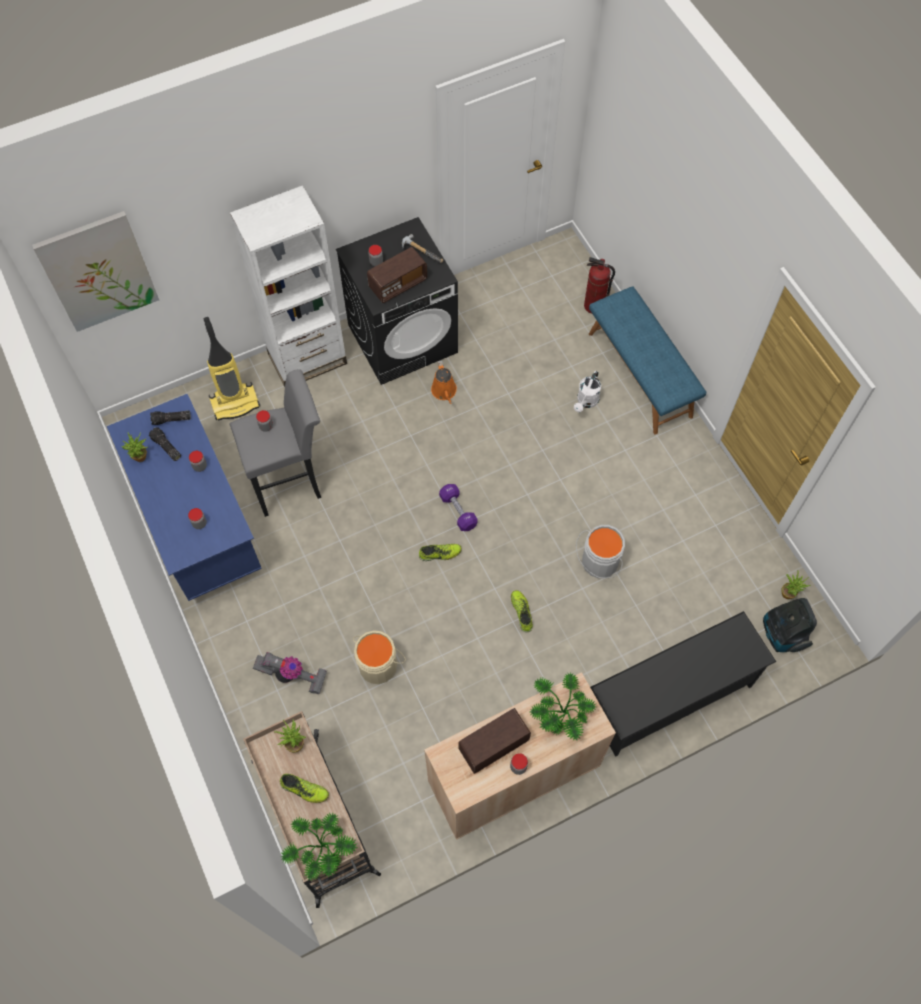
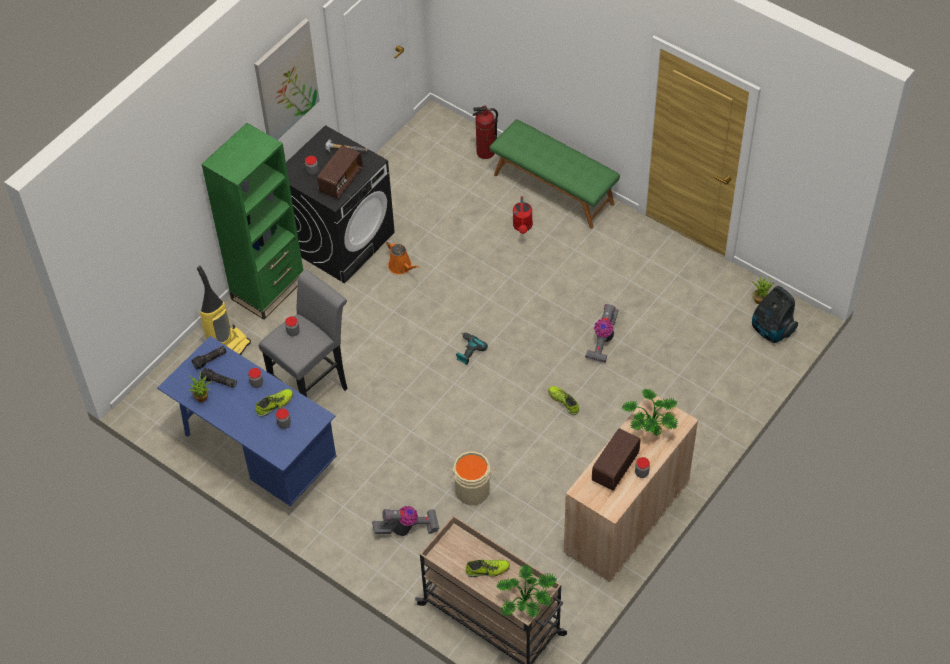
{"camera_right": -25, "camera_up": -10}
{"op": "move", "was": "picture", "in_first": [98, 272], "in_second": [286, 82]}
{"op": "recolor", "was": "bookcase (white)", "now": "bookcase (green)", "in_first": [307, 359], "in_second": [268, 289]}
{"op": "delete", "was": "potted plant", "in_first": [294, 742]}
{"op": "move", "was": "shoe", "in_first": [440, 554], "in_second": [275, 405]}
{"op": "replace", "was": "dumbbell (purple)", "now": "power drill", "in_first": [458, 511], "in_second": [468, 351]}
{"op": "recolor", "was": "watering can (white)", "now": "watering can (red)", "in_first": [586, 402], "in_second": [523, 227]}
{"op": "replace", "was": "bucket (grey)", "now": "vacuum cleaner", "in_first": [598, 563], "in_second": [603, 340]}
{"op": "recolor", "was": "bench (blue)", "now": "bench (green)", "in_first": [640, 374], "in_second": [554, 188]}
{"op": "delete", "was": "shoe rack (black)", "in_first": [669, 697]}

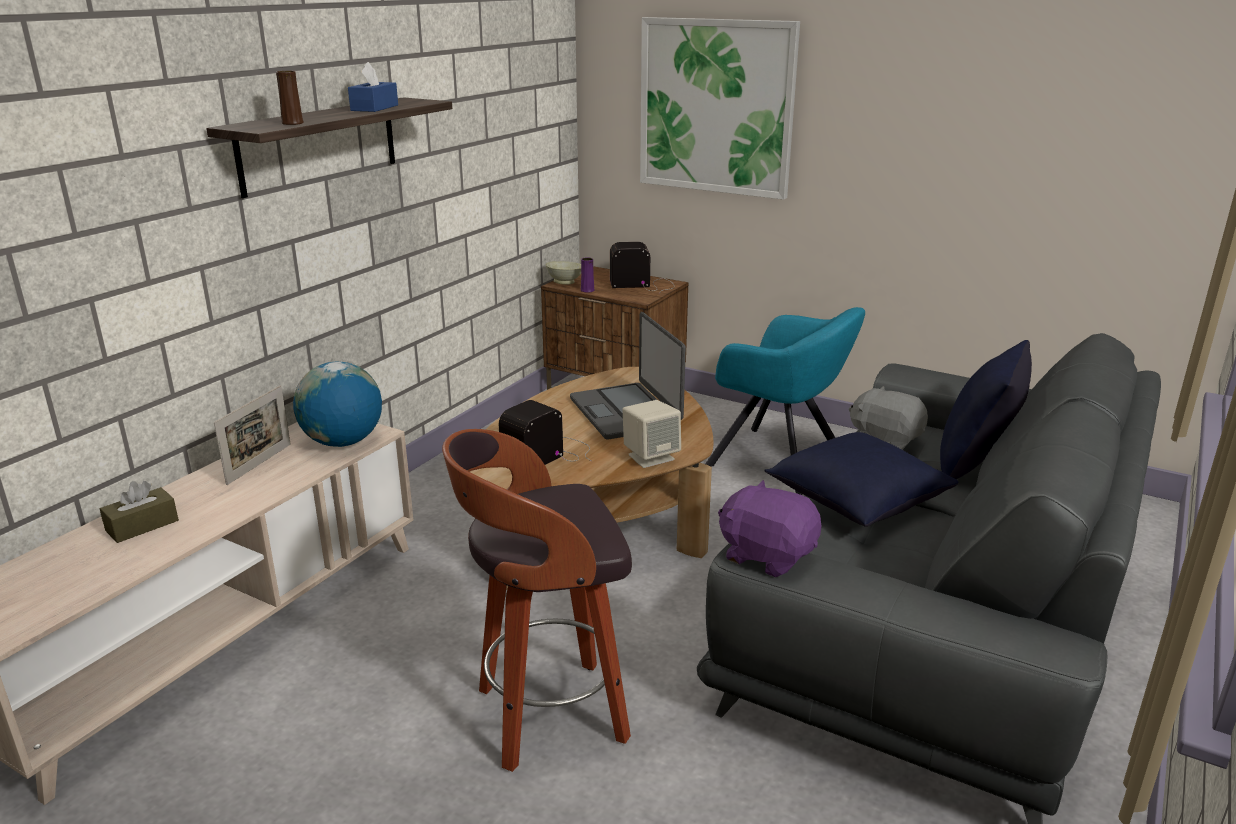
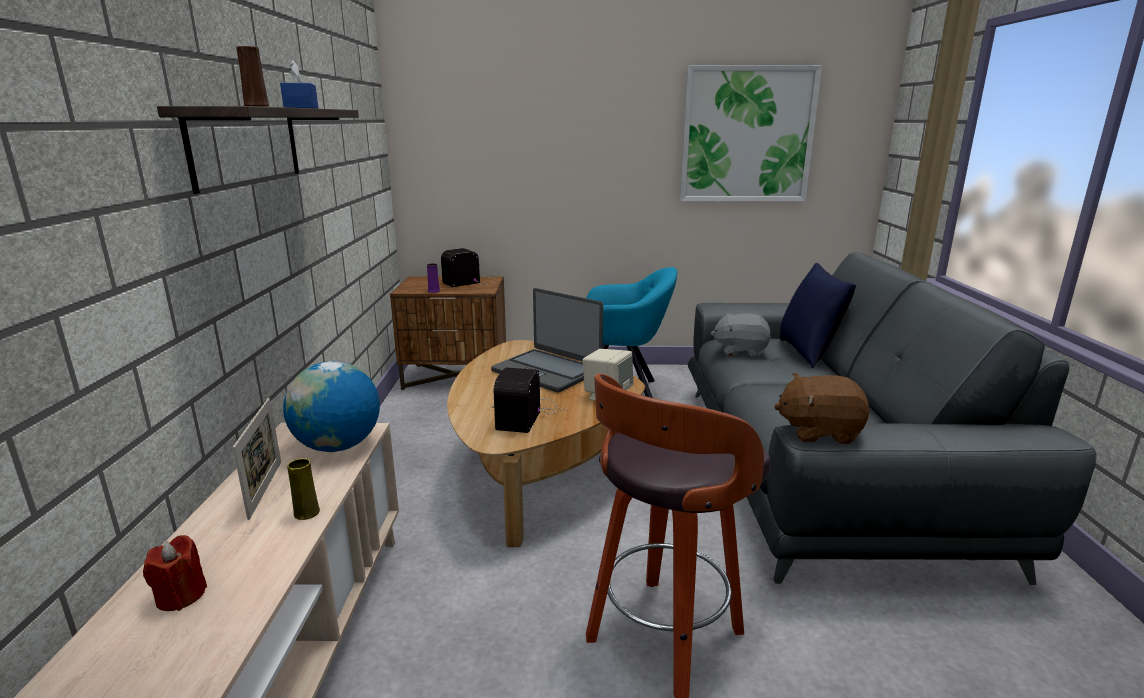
{"camera_right": -30, "camera_up": -5}
{"op": "replace", "was": "tissue box (brown)", "now": "candle (red)", "in_first": [142, 525], "in_second": [181, 596]}
{"op": "delete", "was": "bowl (beige)", "in_first": [565, 282]}
{"op": "move", "was": "picture", "in_first": [716, 107], "in_second": [747, 135]}
{"op": "recolor", "was": "plush toy (purple)", "now": "plush toy (brown)", "in_first": [767, 555], "in_second": [818, 431]}
{"op": "delete", "was": "pillow (blue)", "in_first": [856, 501]}
{"op": "insert", "now": "vase (yellow)", "in_second": [307, 513]}

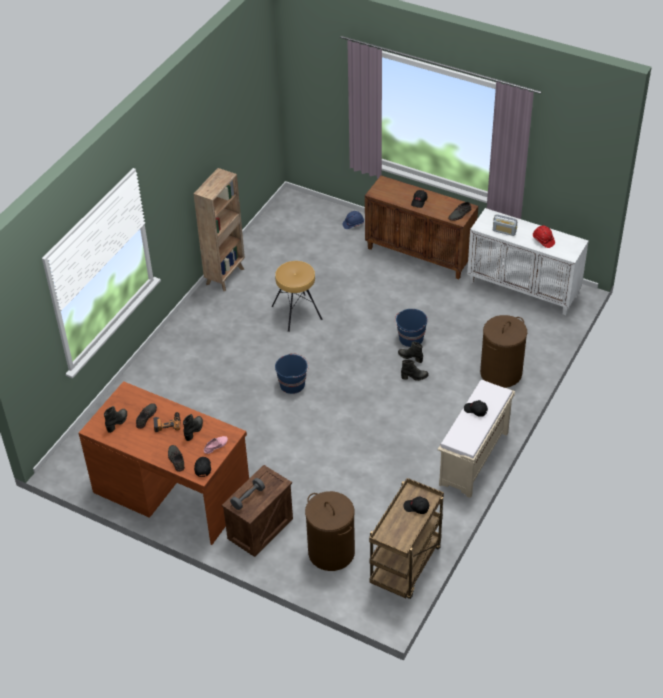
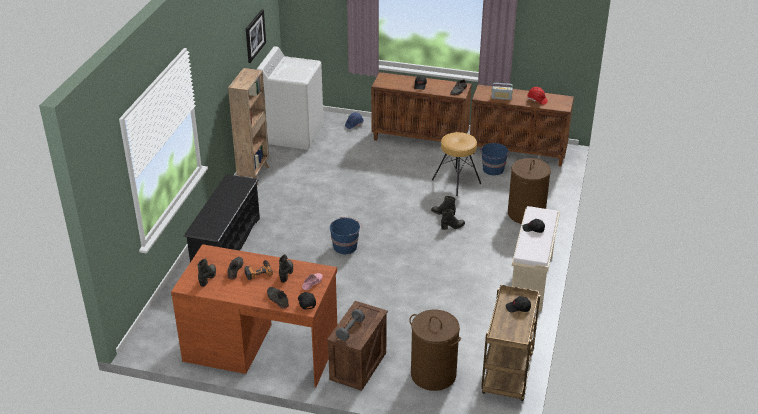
{"camera_right": -15, "camera_up": -10}
{"op": "move", "was": "stool (brown)", "in_first": [297, 312], "in_second": [456, 181]}
{"op": "move", "was": "bucket (blue)", "in_first": [411, 338], "in_second": [493, 170]}
{"op": "recolor", "was": "cabinet (white)", "now": "cabinet (brown)", "in_first": [524, 289], "in_second": [518, 152]}
{"op": "insert", "now": "shoe rack (black)", "in_second": [226, 245]}
{"op": "insert", "now": "picture", "in_second": [254, 35]}
{"op": "insert", "now": "washing machine (white)", "in_second": [293, 134]}

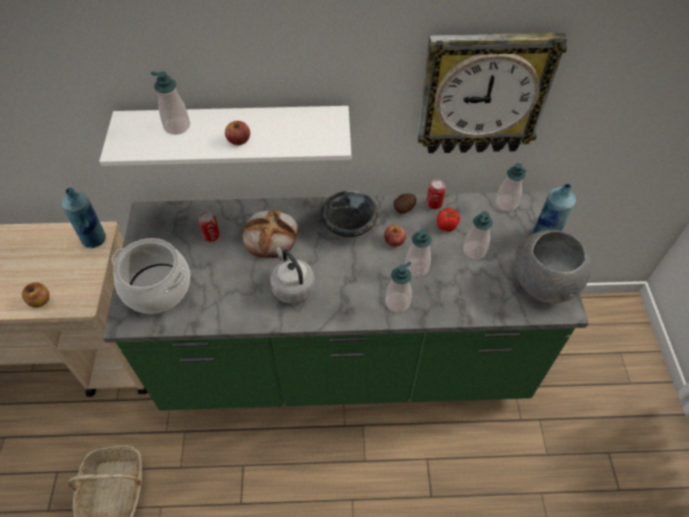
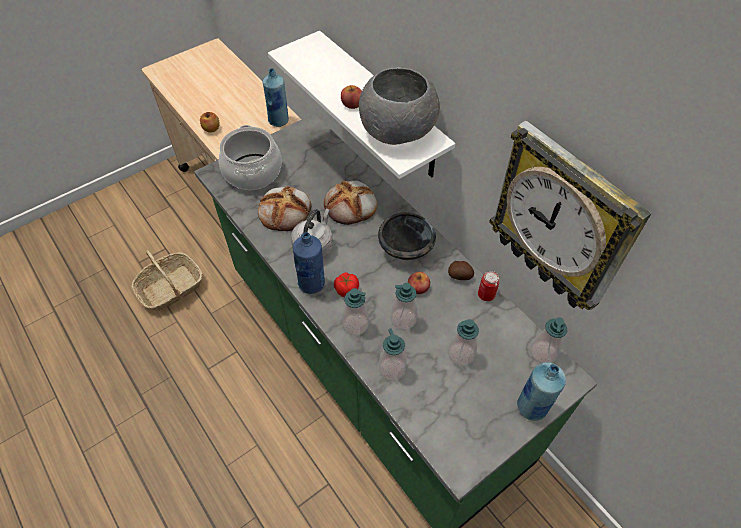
{"camera_right": 55, "camera_up": 0}
{"op": "move", "was": "soap dispenser", "in_first": [177, 126], "in_second": [392, 369]}
{"op": "delete", "was": "can", "in_first": [212, 236]}
{"op": "move", "was": "tomato", "in_first": [446, 225], "in_second": [346, 290]}
{"op": "move", "was": "bowl (grey)", "in_first": [544, 281], "in_second": [398, 130]}
{"op": "insert", "now": "bread", "in_second": [285, 211]}
{"op": "insert", "now": "bottle (blue)", "in_second": [312, 284]}

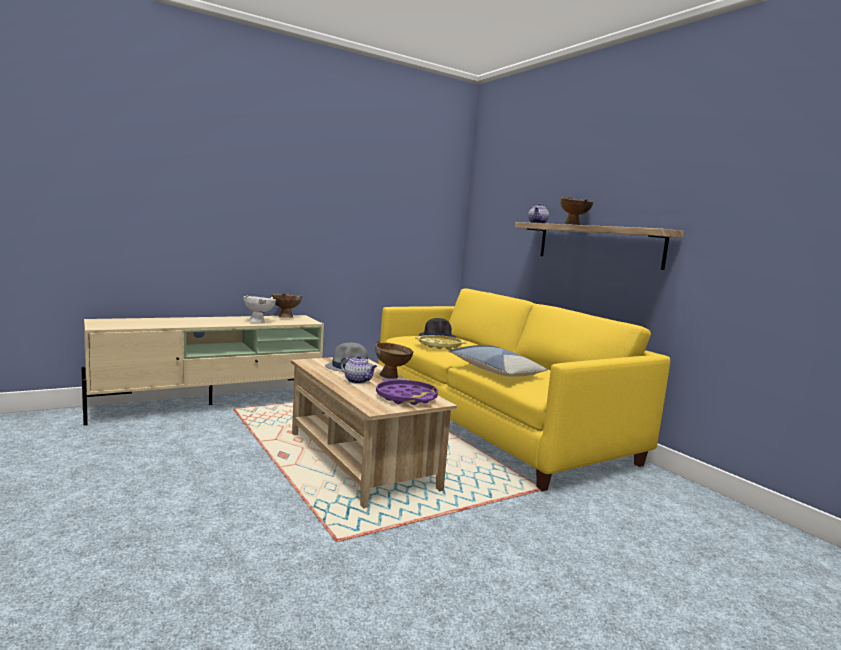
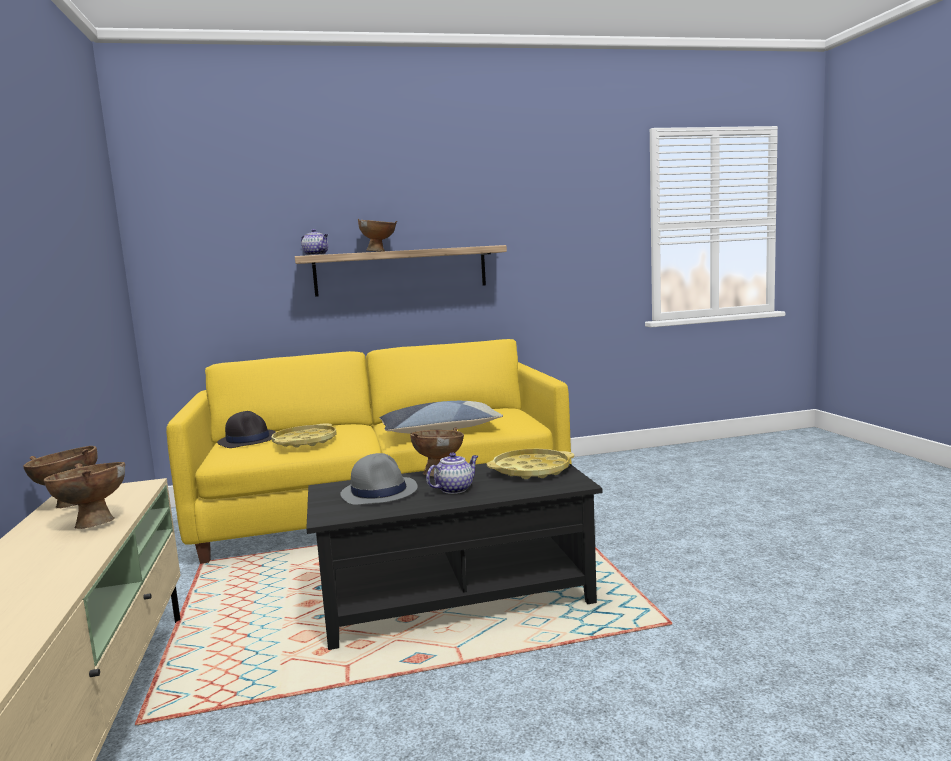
{"camera_right": -70, "camera_up": 0}
{"op": "recolor", "was": "bowl (white)", "now": "bowl (brown)", "in_first": [259, 321], "in_second": [93, 522]}
{"op": "recolor", "was": "coffee table (beige)", "now": "coffee table (black)", "in_first": [361, 460], "in_second": [456, 598]}
{"op": "recolor", "was": "tray (purple)", "now": "tray (yellow)", "in_first": [406, 397], "in_second": [531, 470]}

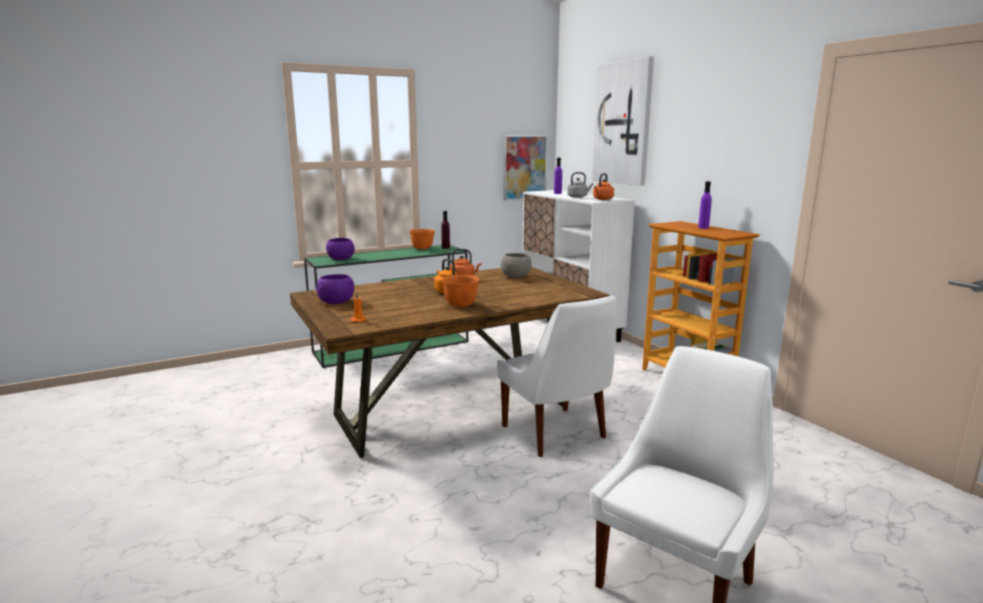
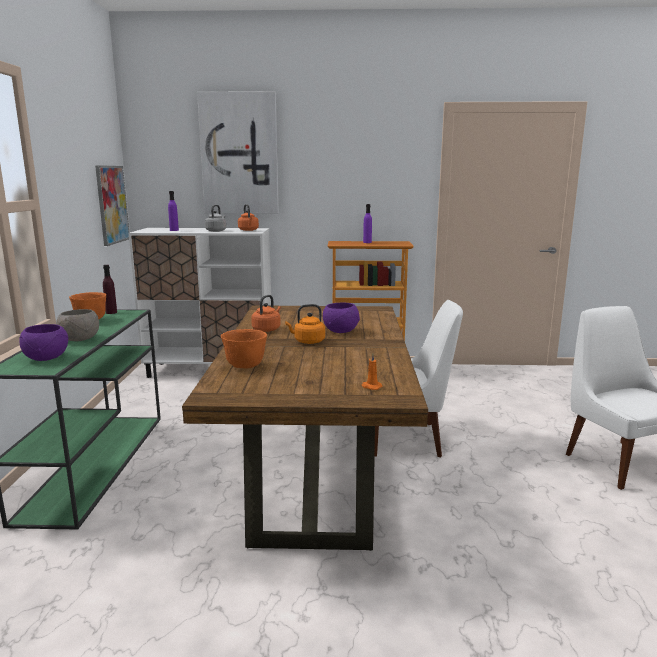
{"camera_right": -60, "camera_up": 0}
{"op": "move", "was": "bowl (purple)", "in_first": [337, 302], "in_second": [341, 331]}
{"op": "move", "was": "bowl (orange)", "in_first": [460, 305], "in_second": [244, 366]}
{"op": "move", "was": "bowl (grey)", "in_first": [516, 277], "in_second": [81, 339]}

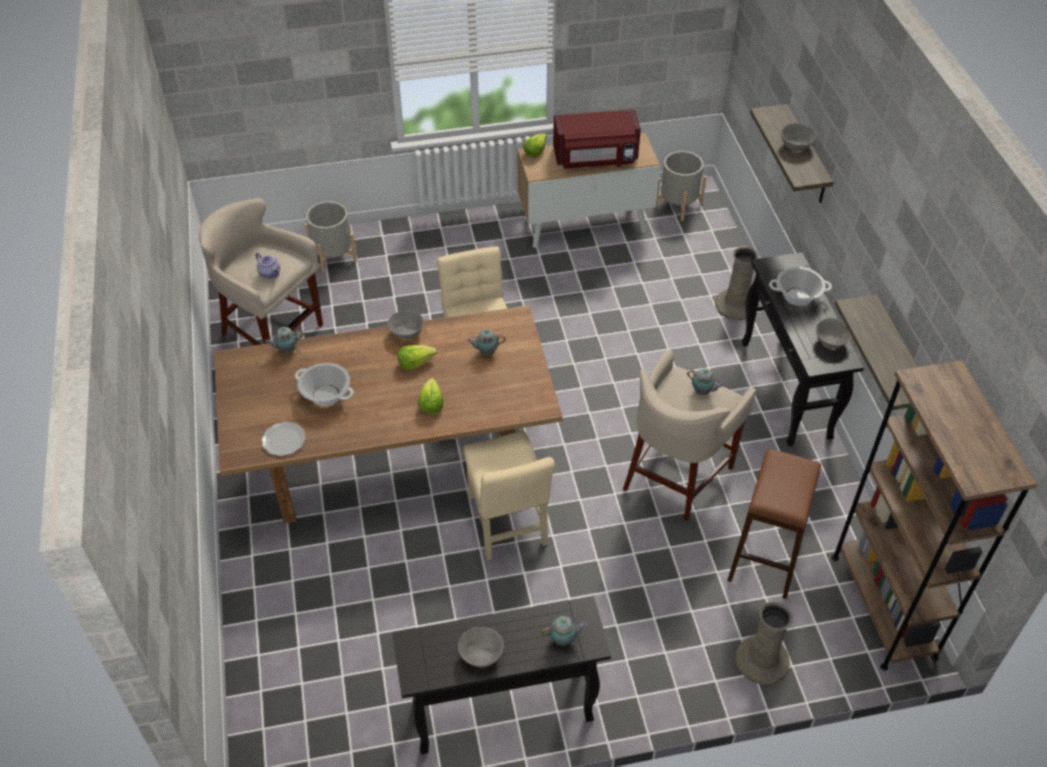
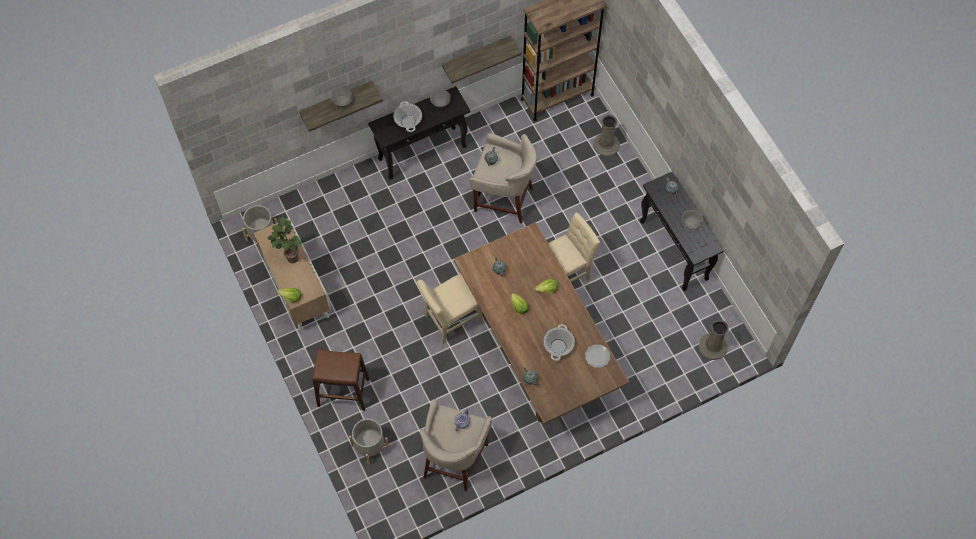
{"camera_right": -105, "camera_up": 15}
{"op": "delete", "was": "bowl (grey)", "in_first": [407, 333]}
{"op": "replace", "was": "microwave (red)", "now": "potted plant", "in_first": [596, 159], "in_second": [290, 257]}
{"op": "move", "was": "vase (beige)", "in_first": [735, 305], "in_second": [713, 347]}
{"op": "move", "was": "stool (brown)", "in_first": [765, 557], "in_second": [343, 392]}

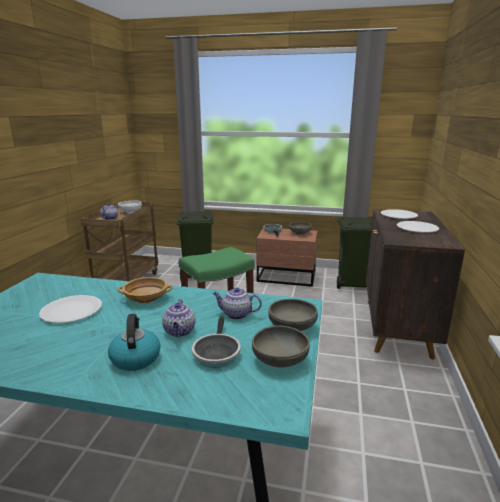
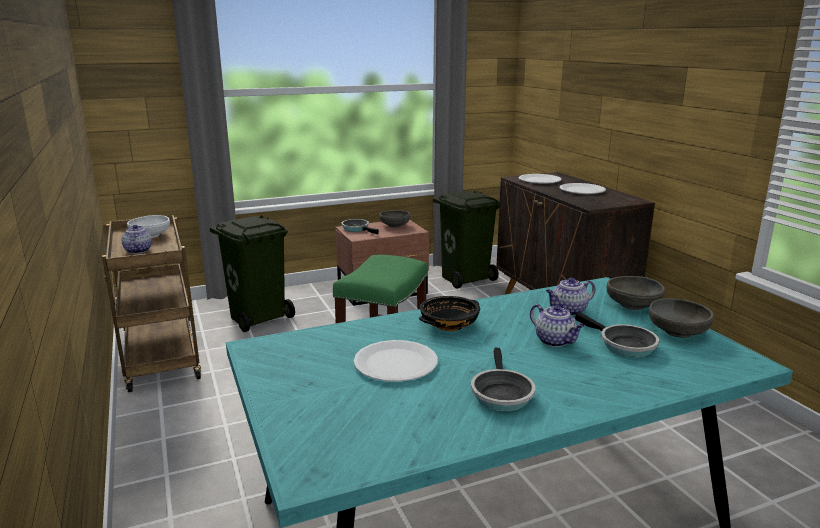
{"camera_right": -35, "camera_up": 0}
{"op": "delete", "was": "kettle", "in_first": [135, 358]}
{"op": "recolor", "was": "bowl (beige)", "now": "bowl (black)", "in_first": [146, 298], "in_second": [449, 325]}
{"op": "insert", "now": "frying pan", "in_second": [500, 394]}

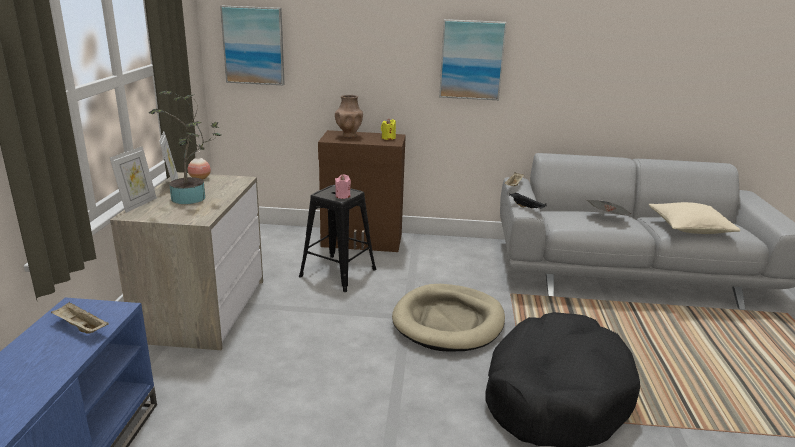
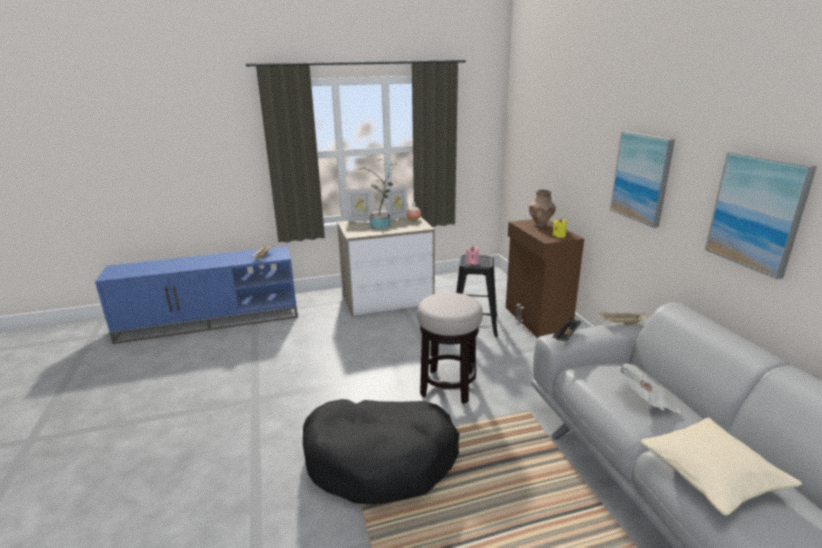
{"camera_right": 70, "camera_up": 0}
{"op": "move", "was": "picture", "in_first": [253, 45], "in_second": [757, 212]}
{"op": "replace", "was": "dog bed (beige)", "now": "stool", "in_first": [449, 321], "in_second": [448, 386]}

